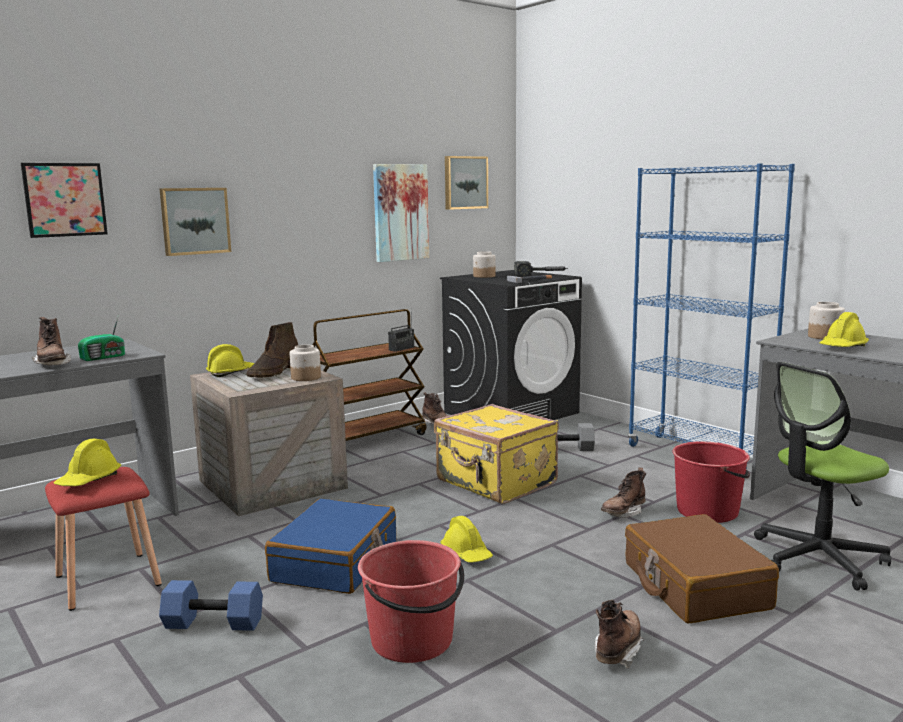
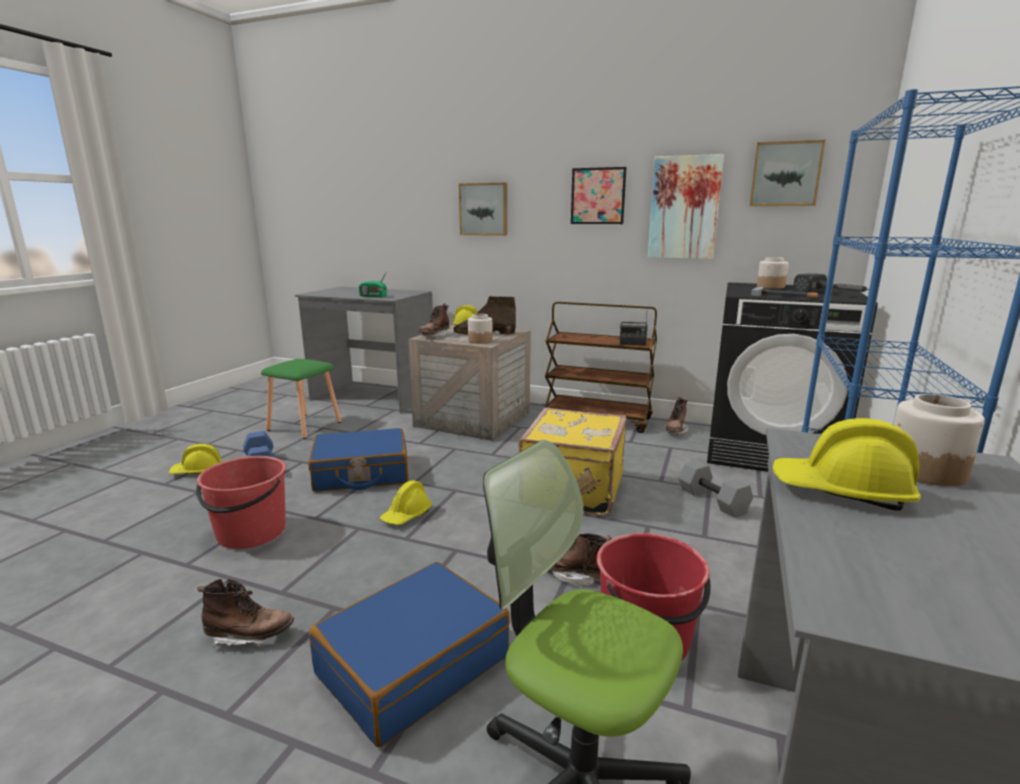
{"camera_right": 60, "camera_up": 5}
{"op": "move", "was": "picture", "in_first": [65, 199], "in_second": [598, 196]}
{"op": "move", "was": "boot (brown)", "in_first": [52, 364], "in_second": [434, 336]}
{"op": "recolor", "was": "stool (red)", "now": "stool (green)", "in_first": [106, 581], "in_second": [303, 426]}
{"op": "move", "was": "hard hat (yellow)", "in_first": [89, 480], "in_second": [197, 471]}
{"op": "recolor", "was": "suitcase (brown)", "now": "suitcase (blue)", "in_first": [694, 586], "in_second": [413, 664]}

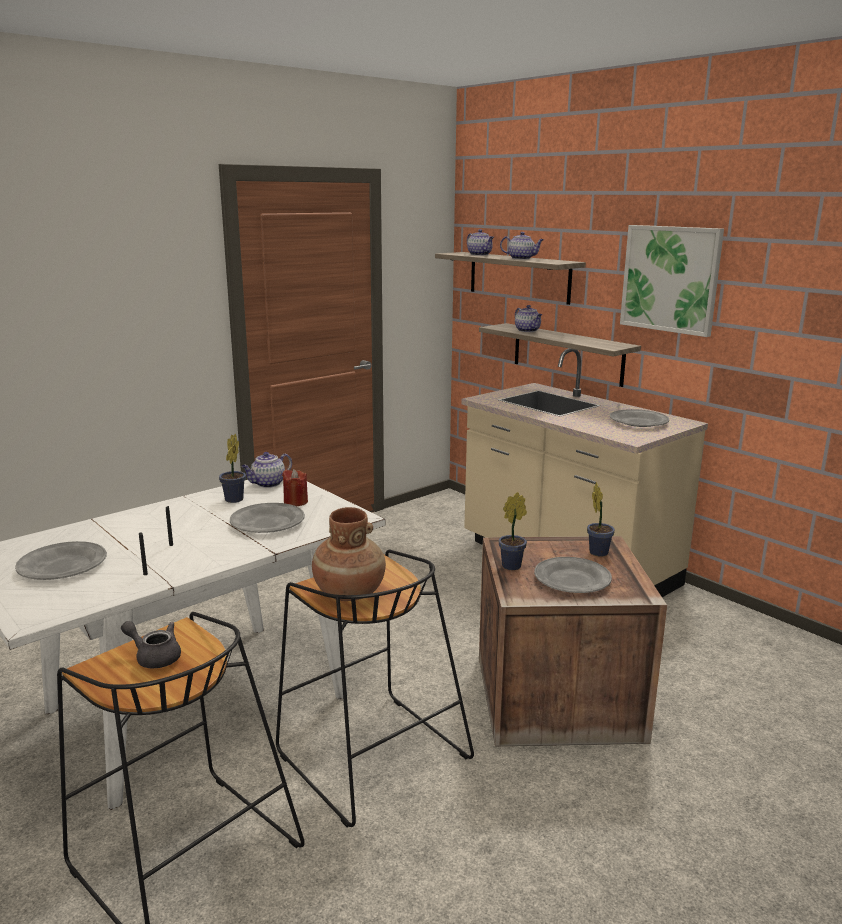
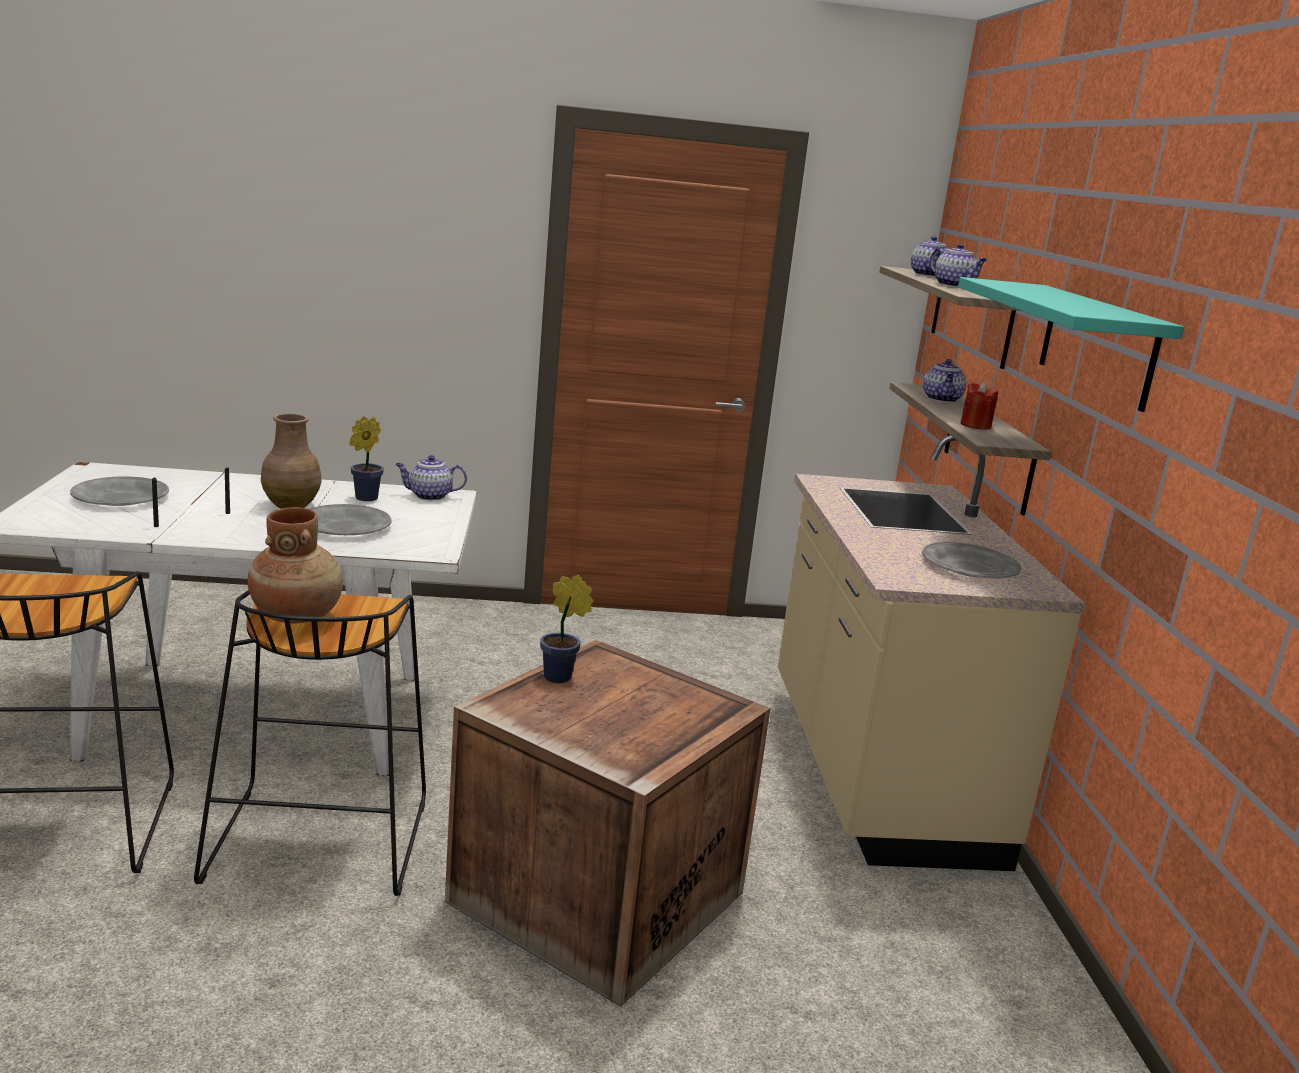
{"camera_right": 35, "camera_up": 0}
{"op": "delete", "was": "teapot (grey)", "in_first": [154, 657]}
{"op": "move", "was": "candle (red)", "in_first": [295, 502], "in_second": [975, 425]}
{"op": "delete", "was": "plate (grey)", "in_first": [571, 580]}
{"op": "delete", "was": "potted plant", "in_first": [597, 551]}
{"op": "replace", "was": "picture", "now": "shelf (turquoise)", "in_first": [670, 279], "in_second": [1097, 344]}
{"op": "insert", "now": "vase (brown)", "in_second": [292, 505]}

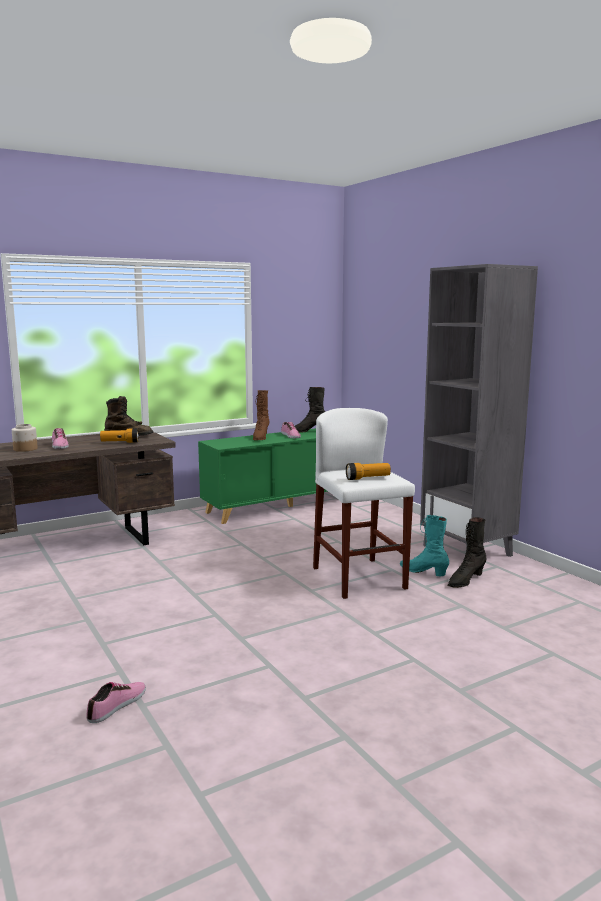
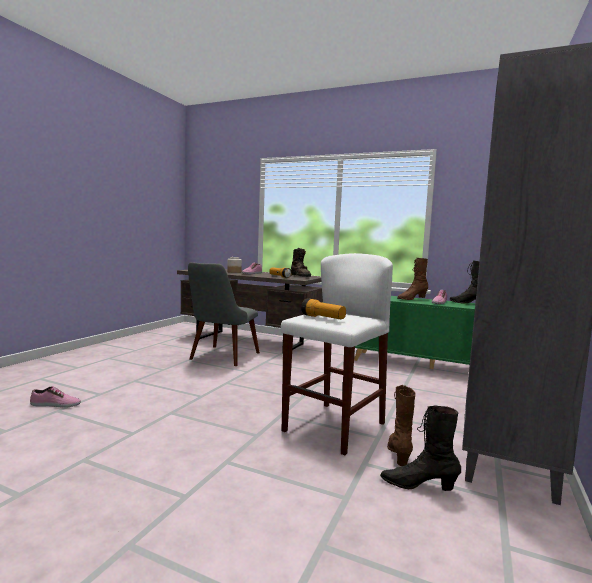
{"camera_right": 55, "camera_up": -5}
{"op": "recolor", "was": "boot (turquoise)", "now": "boot (brown)", "in_first": [423, 572], "in_second": [399, 454]}
{"op": "insert", "now": "chair (grey)", "in_second": [220, 358]}

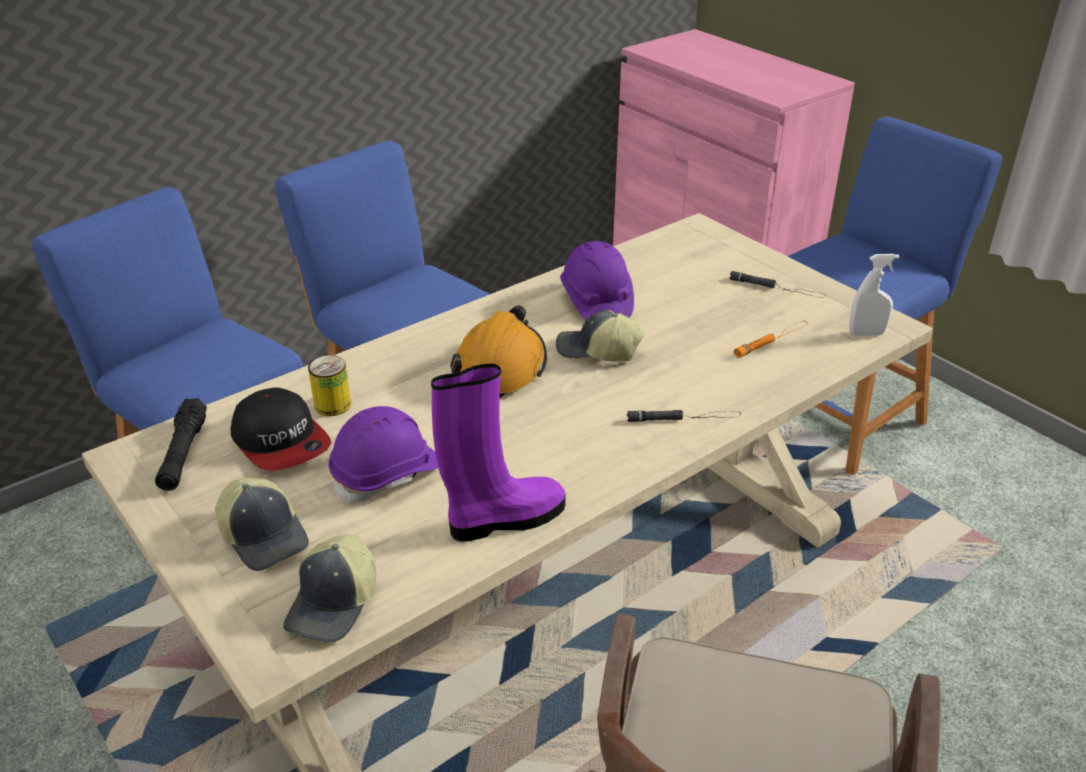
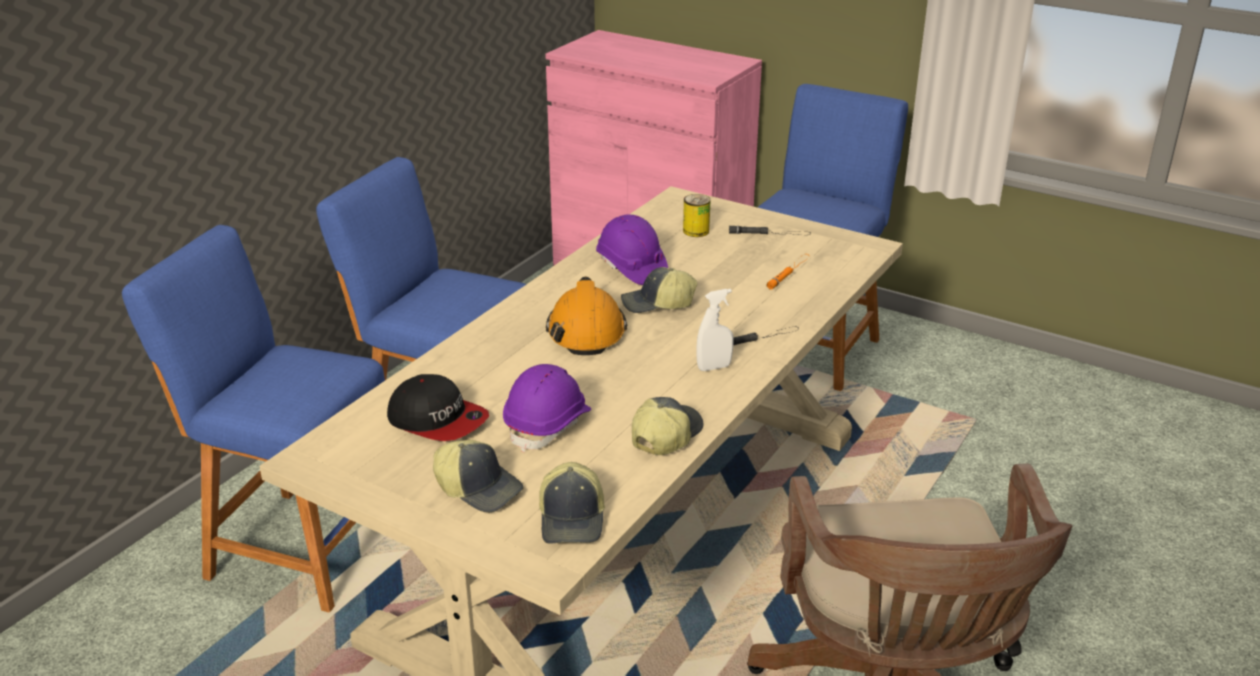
{"camera_right": -20, "camera_up": -5}
{"op": "delete", "was": "flashlight (black)", "in_first": [183, 454]}
{"op": "move", "was": "can", "in_first": [332, 405], "in_second": [696, 231]}
{"op": "replace", "was": "boot (purple)", "now": "cap", "in_first": [503, 519], "in_second": [665, 435]}
{"op": "move", "was": "spray bottle (white)", "in_first": [866, 333], "in_second": [714, 367]}

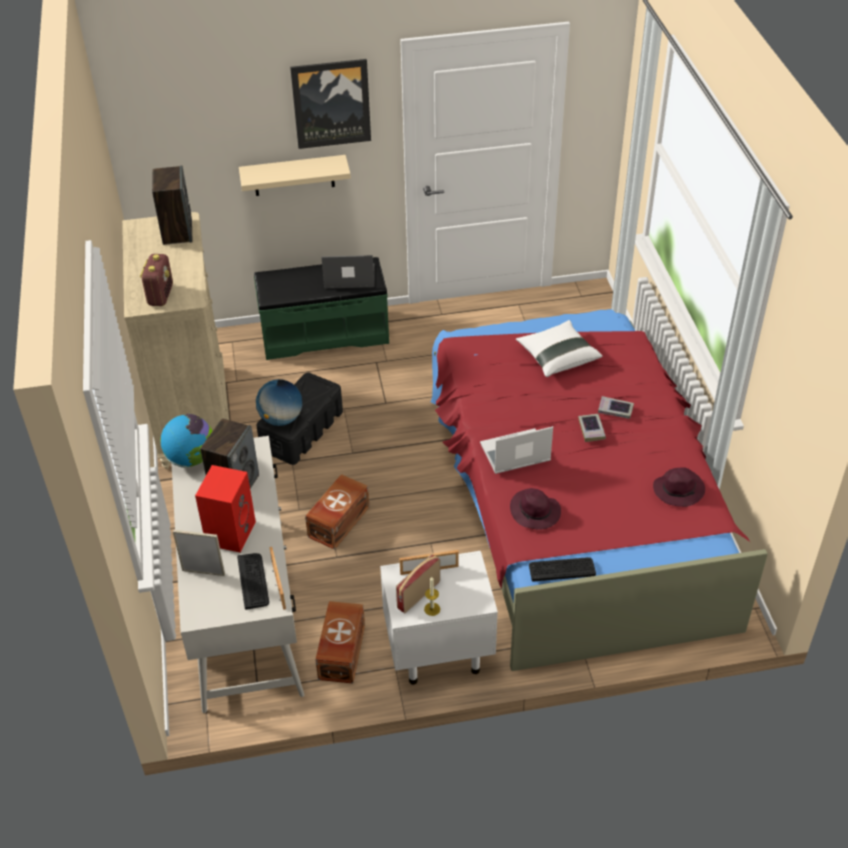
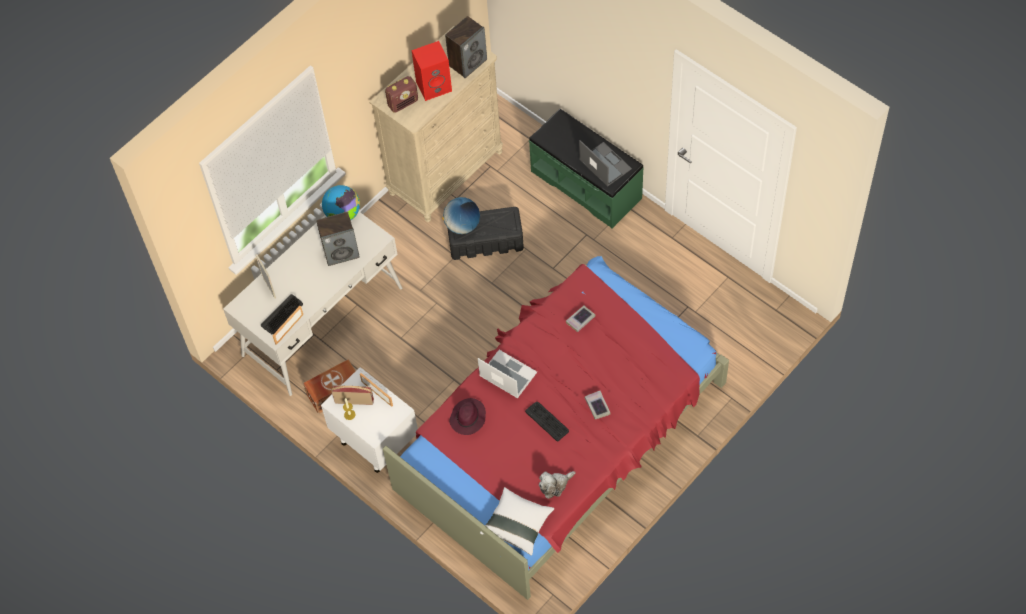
{"camera_right": 55, "camera_up": 15}
{"op": "move", "was": "speaker (red)", "in_first": [230, 532], "in_second": [434, 85]}
{"op": "delete", "was": "shelf (beige)", "in_first": [294, 175]}
{"op": "delete", "was": "picture", "in_first": [331, 103]}
{"op": "delete", "was": "storage box (brown)", "in_first": [337, 522]}
{"op": "move", "was": "pillow (white)", "in_first": [557, 357], "in_second": [517, 525]}
{"op": "move", "was": "keyboard", "in_first": [562, 569], "in_second": [547, 421]}
{"op": "move", "was": "book", "in_first": [591, 429], "in_second": [580, 320]}
{"op": "replace", "was": "hat (purple)", "now": "plush toy", "in_first": [679, 489], "in_second": [555, 485]}

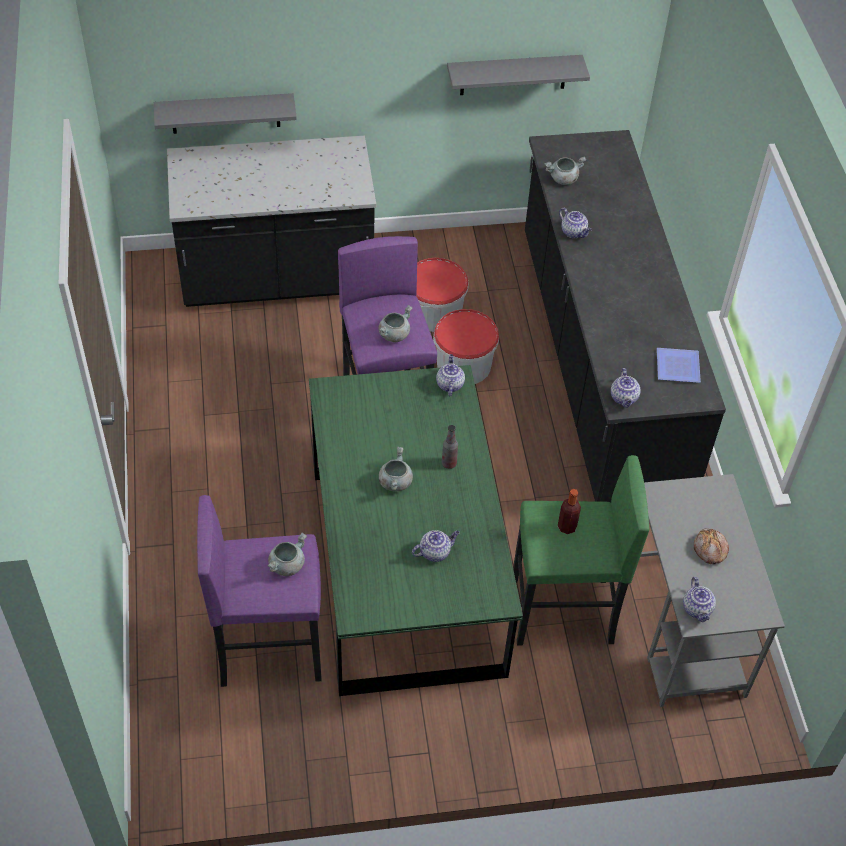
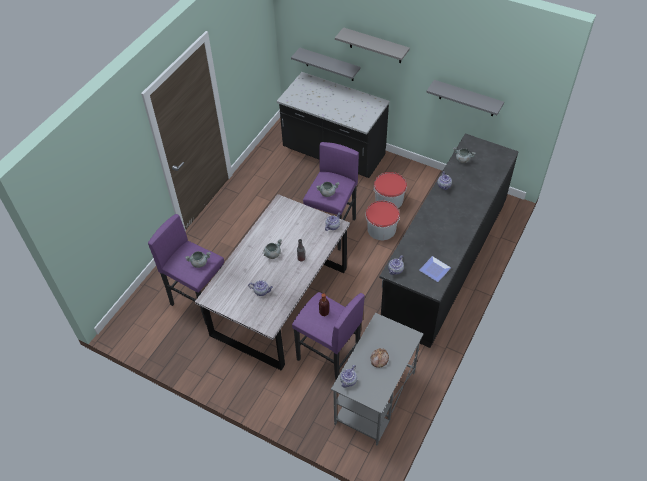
{"camera_right": 40, "camera_up": 0}
{"op": "recolor", "was": "dining table (green)", "now": "dining table (grey)", "in_first": [404, 568], "in_second": [279, 300]}
{"op": "recolor", "was": "stool (green)", "now": "stool (purple)", "in_first": [562, 612], "in_second": [328, 358]}
{"op": "insert", "now": "shelf (grey)", "in_second": [375, 46]}

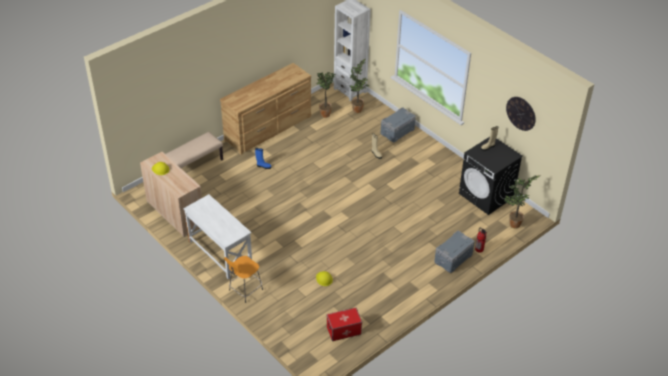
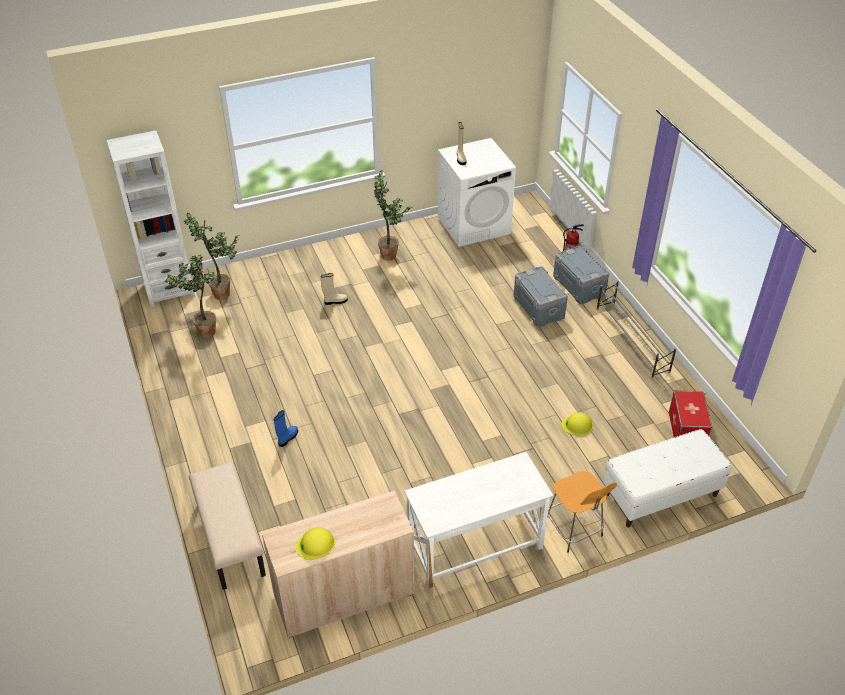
{"camera_right": -70, "camera_up": 0}
{"op": "delete", "was": "dresser (brown)", "in_first": [268, 128]}
{"op": "move", "was": "storage box (grey)", "in_first": [397, 132], "in_second": [539, 307]}
{"op": "recolor", "was": "washing machine (black)", "now": "washing machine (white)", "in_first": [486, 195], "in_second": [474, 225]}
{"op": "move", "was": "potted plant", "in_first": [514, 225], "in_second": [390, 257]}
{"op": "delete", "was": "wall clock", "in_first": [521, 113]}
{"op": "insert", "now": "shoe rack (grey)", "in_second": [632, 340]}
{"op": "insert", "now": "bench (white)", "in_second": [660, 495]}

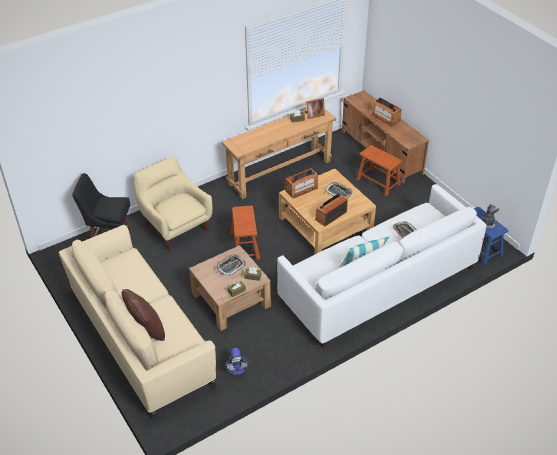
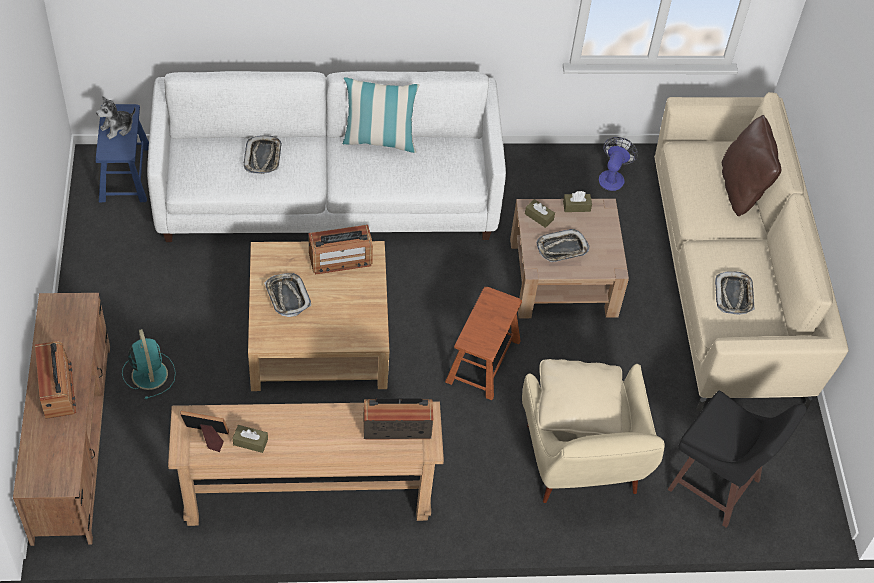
{"camera_right": -155, "camera_up": 10}
{"op": "move", "was": "radio", "in_first": [301, 189], "in_second": [397, 426]}
{"op": "replace", "was": "stool (brown)", "now": "fan (turquoise)", "in_first": [378, 182], "in_second": [149, 373]}
{"op": "insert", "now": "pillow (beige)", "in_second": [578, 406]}
{"op": "insert", "now": "tray", "in_second": [734, 295]}

